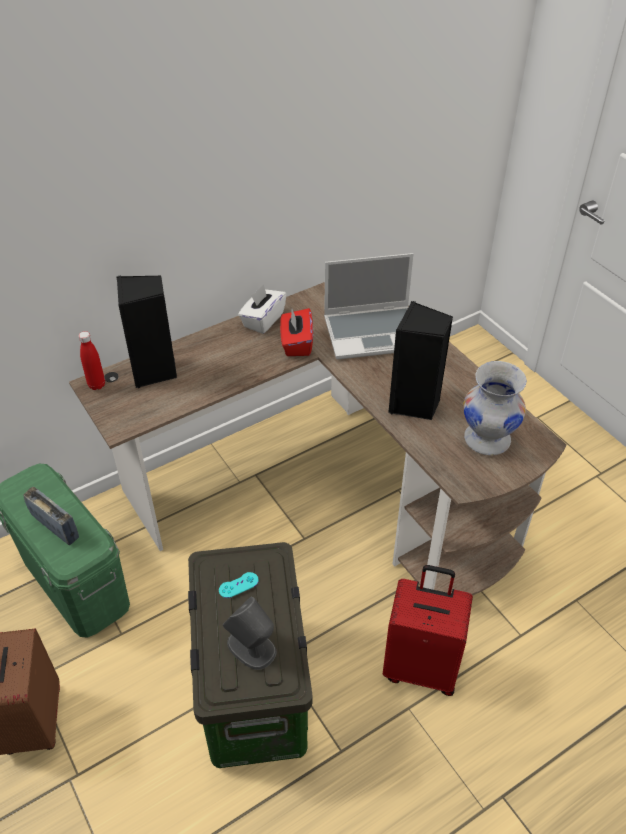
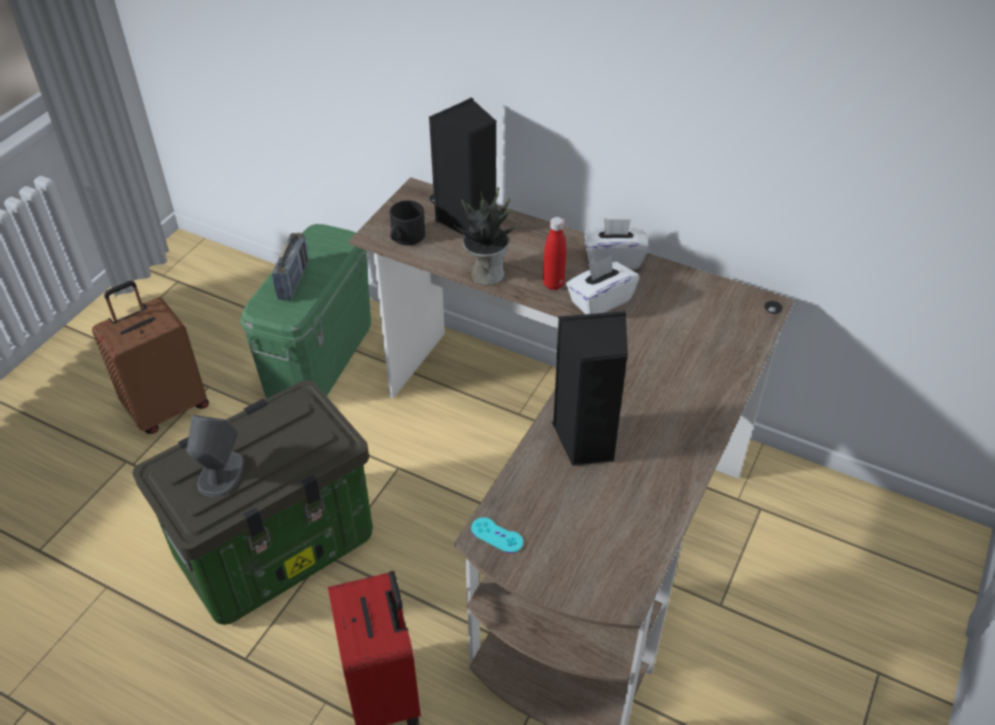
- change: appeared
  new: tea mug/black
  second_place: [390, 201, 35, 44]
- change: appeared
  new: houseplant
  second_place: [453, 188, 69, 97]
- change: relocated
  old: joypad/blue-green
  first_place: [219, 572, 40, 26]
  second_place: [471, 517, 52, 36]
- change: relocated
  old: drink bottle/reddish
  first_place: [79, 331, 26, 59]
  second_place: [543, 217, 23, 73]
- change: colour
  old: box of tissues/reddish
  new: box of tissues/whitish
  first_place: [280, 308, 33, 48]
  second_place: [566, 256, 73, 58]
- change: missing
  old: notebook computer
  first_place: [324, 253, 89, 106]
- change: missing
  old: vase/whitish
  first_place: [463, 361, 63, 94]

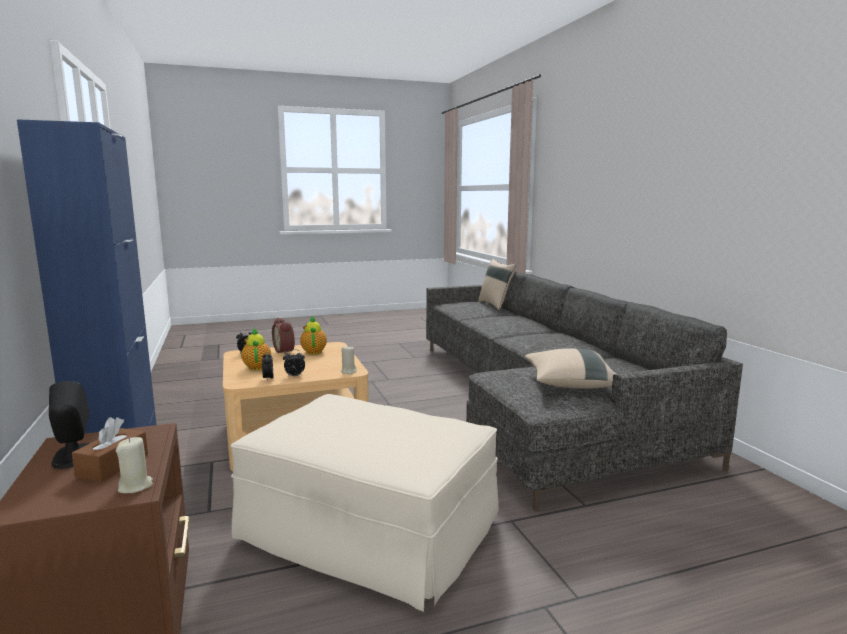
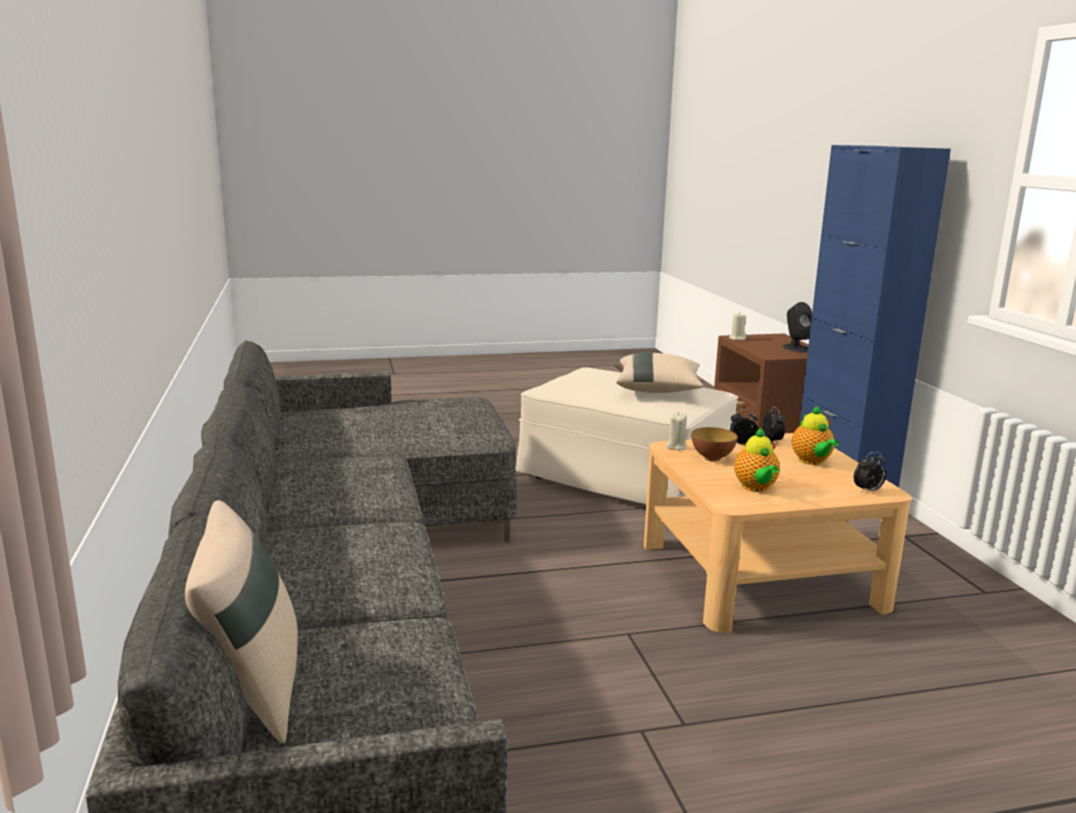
- change: relocated
  old: cushion/beige-coloured
  first_place: [525, 348, 91, 41]
  second_place: [616, 353, 88, 40]
- change: appeared
  new: serving bowl
  second_place: [692, 427, 46, 34]
- change: missing
  old: box of tissues/brown
  first_place: [72, 417, 76, 65]
- change: missing
  old: alarm clock
  first_place: [272, 318, 23, 36]

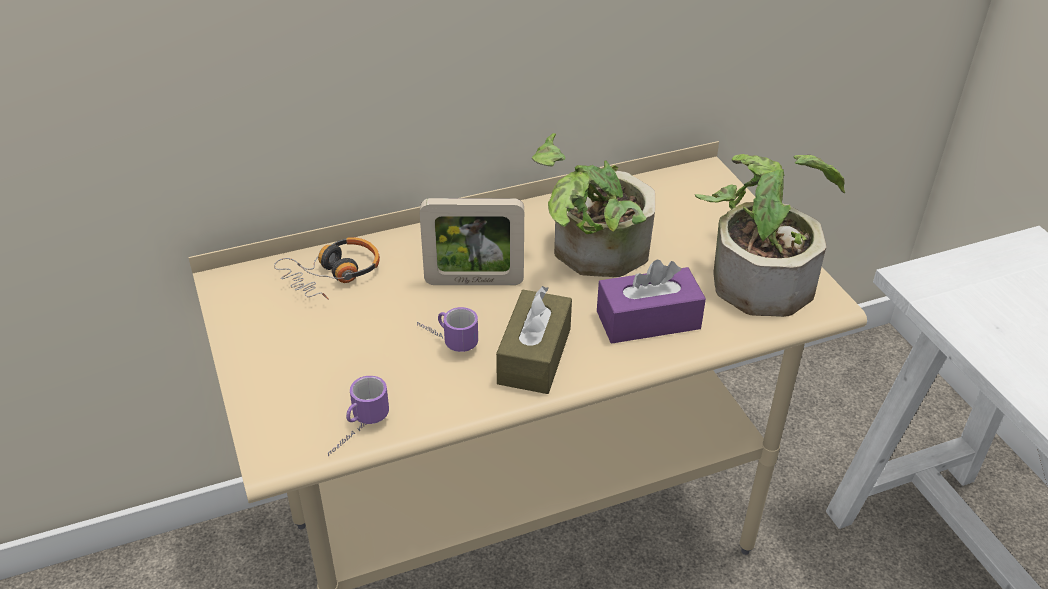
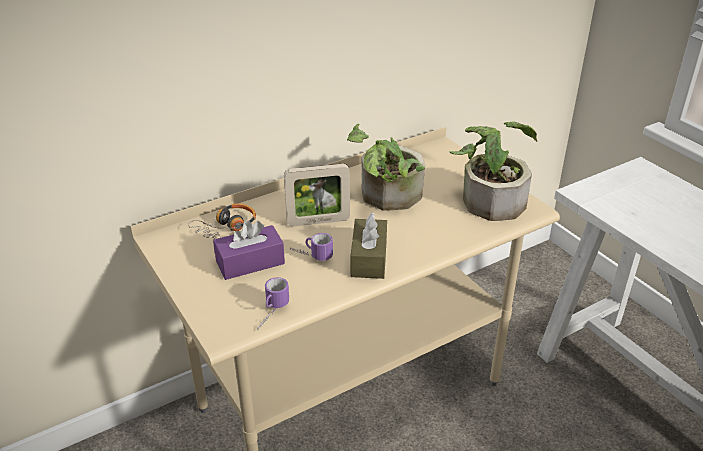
- change: relocated
  old: box of tissues/purple-coloured
  first_place: [597, 260, 109, 84]
  second_place: [213, 220, 72, 60]

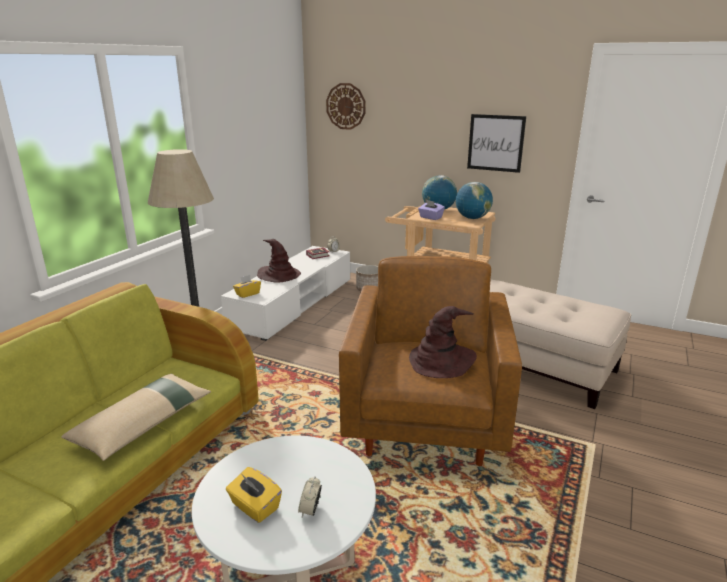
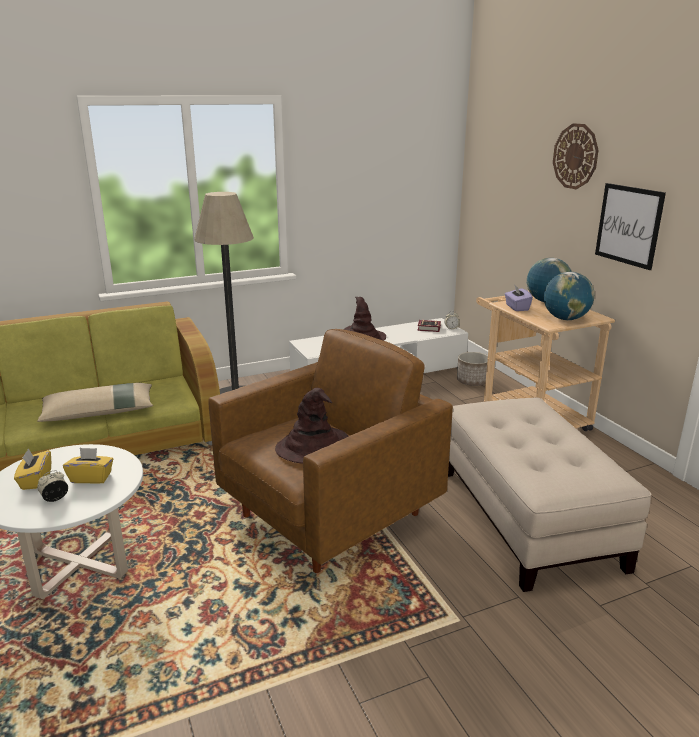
- change: relocated
  old: box of tissues/yellowish
  first_place: [233, 275, 28, 23]
  second_place: [63, 448, 50, 36]
- change: relocated
  old: clock on the wall
  first_place: [326, 83, 39, 47]
  second_place: [553, 123, 46, 66]

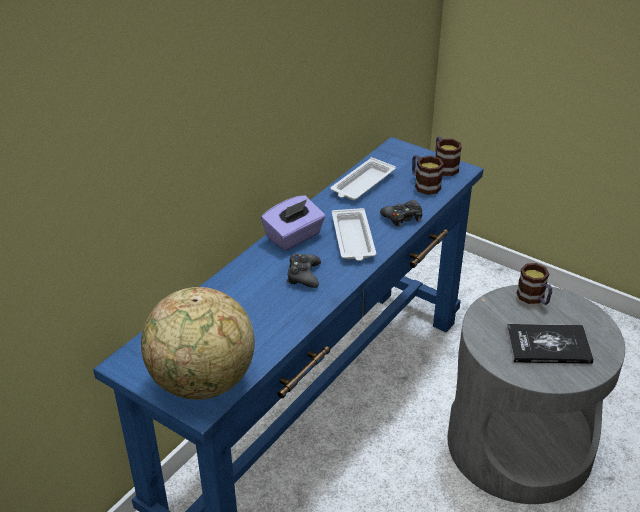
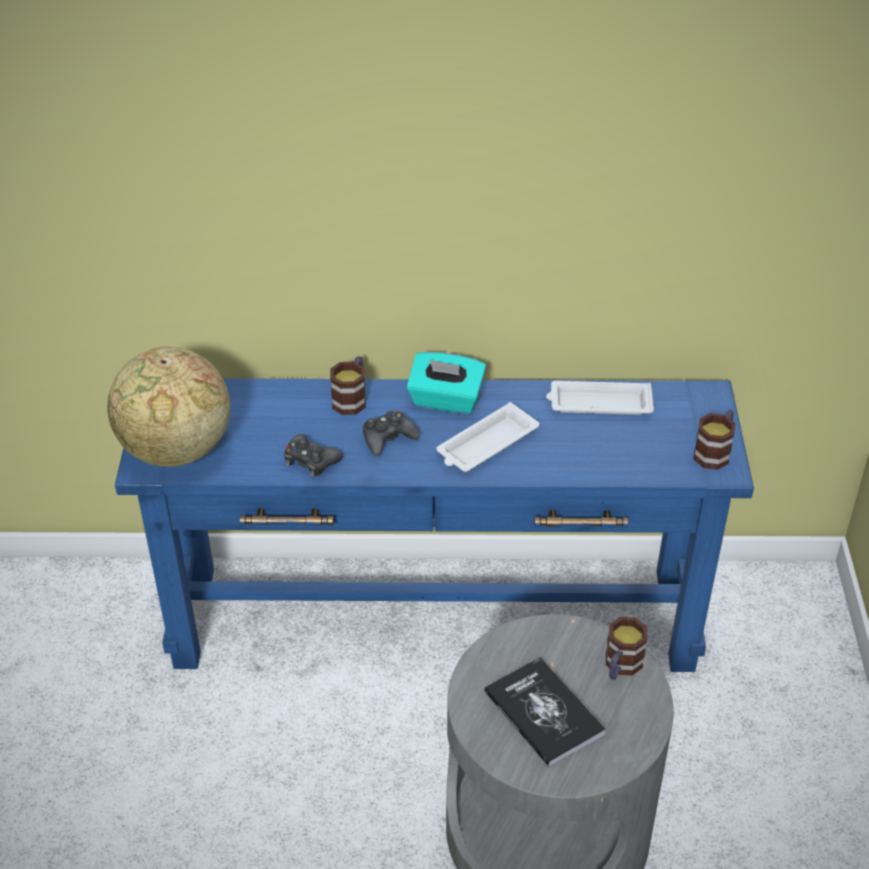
- change: relocated
  old: joypad/black
  first_place: [380, 200, 42, 27]
  second_place: [284, 434, 59, 43]
- change: relocated
  old: tea mug
  first_place: [412, 155, 32, 40]
  second_place: [330, 356, 36, 59]
- change: colour
  old: box of tissues/purple-coloured
  new: box of tissues/blue-green
  first_place: [261, 195, 64, 56]
  second_place: [407, 352, 79, 62]

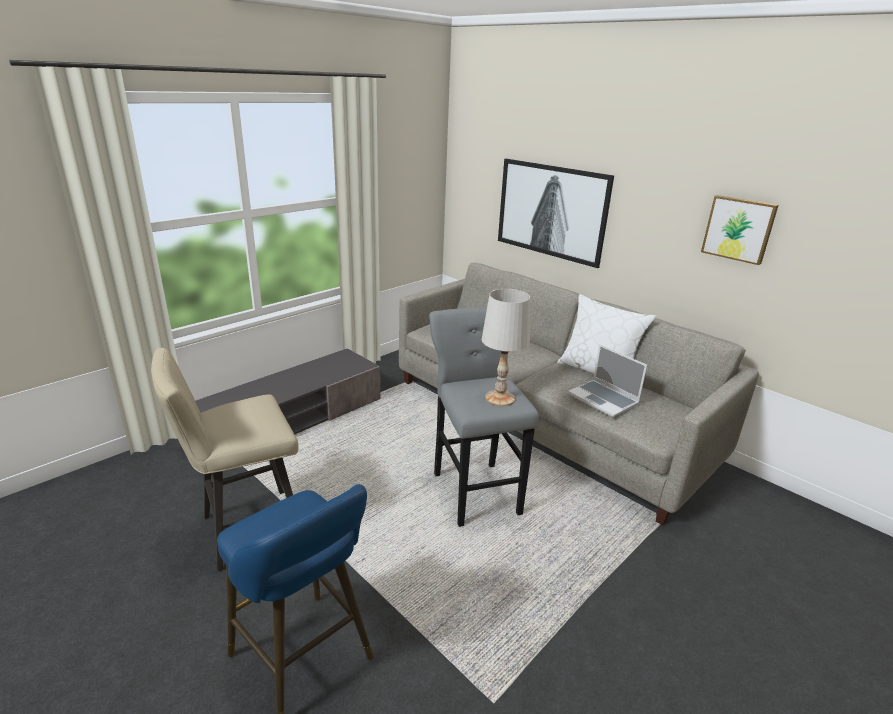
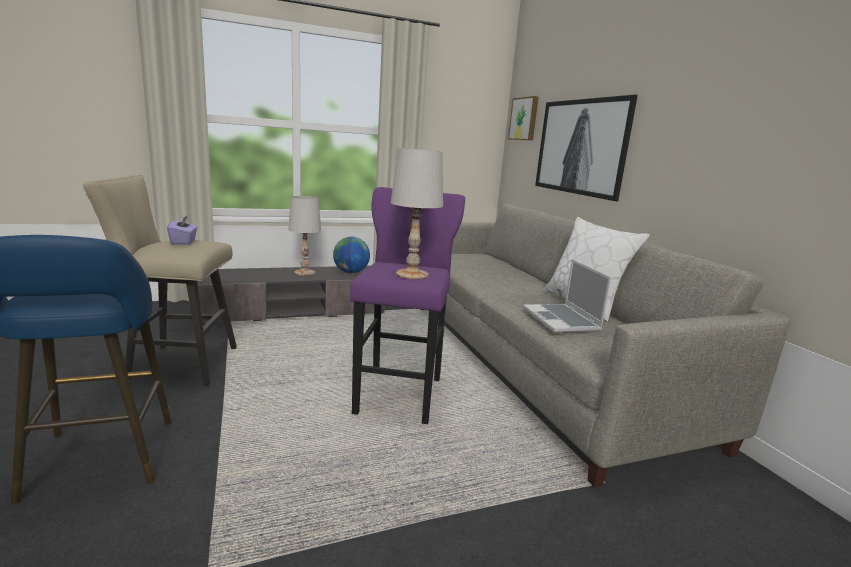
- change: appeared
  new: box of tissues/purple-coloured
  second_place: [167, 215, 30, 30]
- change: appeared
  new: table lamp/whitish
  second_place: [288, 196, 33, 80]
- change: appeared
  new: desk globe
  second_place: [333, 237, 37, 36]
- change: colour
  old: sitting stool/grey
  new: sitting stool/purple-coloured
  first_place: [429, 307, 110, 220]
  second_place: [350, 187, 115, 237]
- change: relocated
  old: picture
  first_place: [701, 195, 78, 70]
  second_place: [508, 96, 31, 45]

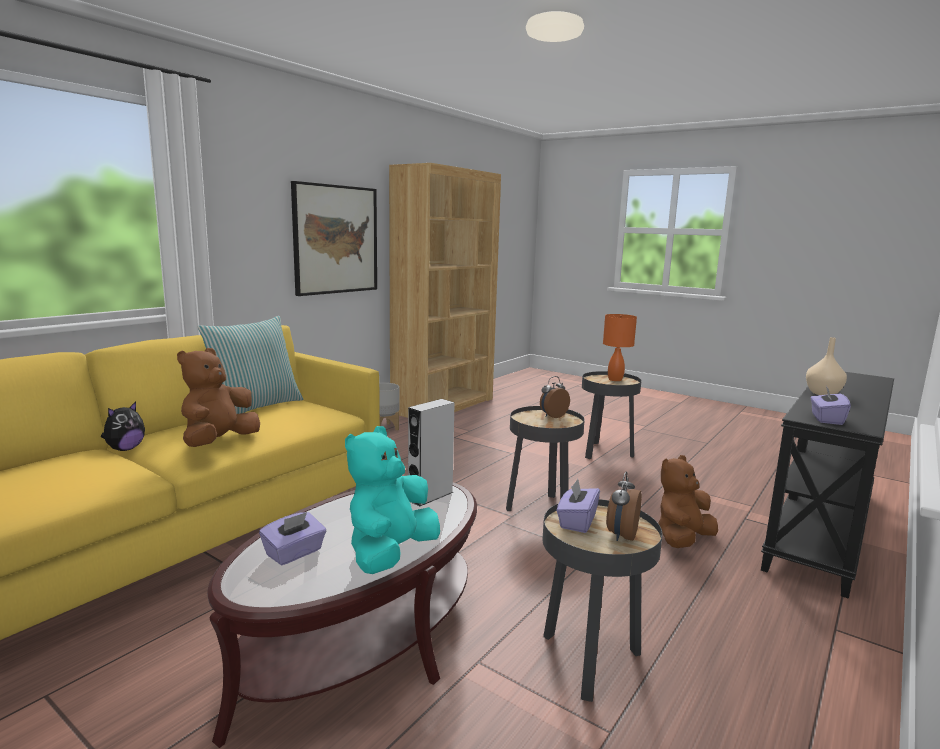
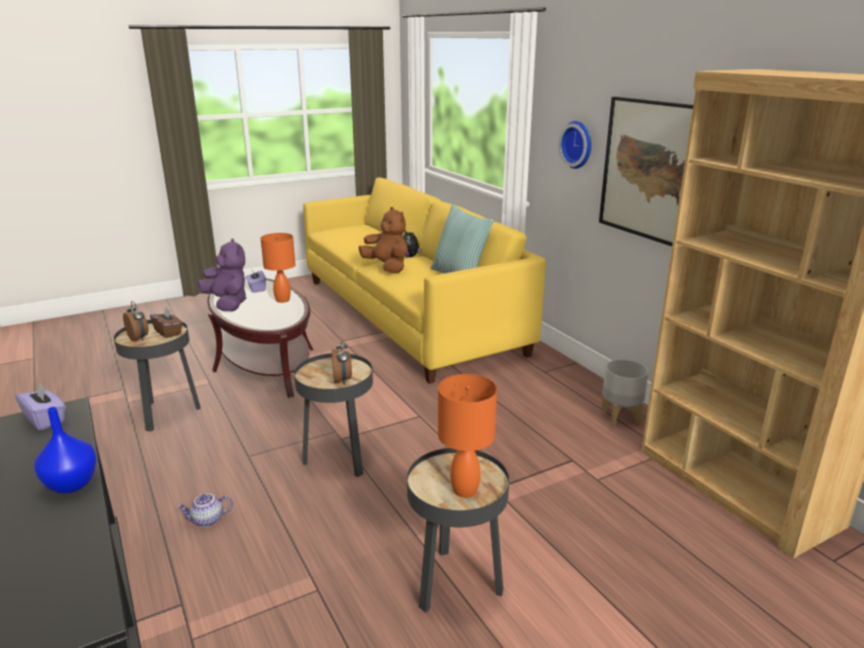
- change: colour
  old: vase/beige-coloured
  new: vase/blue-coloured
  first_place: [806, 337, 41, 58]
  second_place: [35, 407, 62, 86]
- change: colour
  old: box of tissues/purple-coloured
  new: box of tissues/brown
  first_place: [557, 479, 43, 54]
  second_place: [150, 307, 33, 31]
- change: exchanged
  old: plush toy/brown
  new: tea pot
  first_place: [658, 455, 60, 93]
  second_place: [177, 494, 56, 33]
- change: colour
  old: plush toy/blue-green
  new: plush toy/purple-coloured
  first_place: [345, 426, 95, 148]
  second_place: [198, 239, 48, 72]
- change: appeared
  new: table lamp/orange-coloured
  second_place: [261, 233, 34, 70]
- change: appeared
  new: clock on the wall
  second_place: [558, 121, 34, 48]
- change: missing
  old: loudspeaker/grey
  first_place: [408, 399, 47, 108]

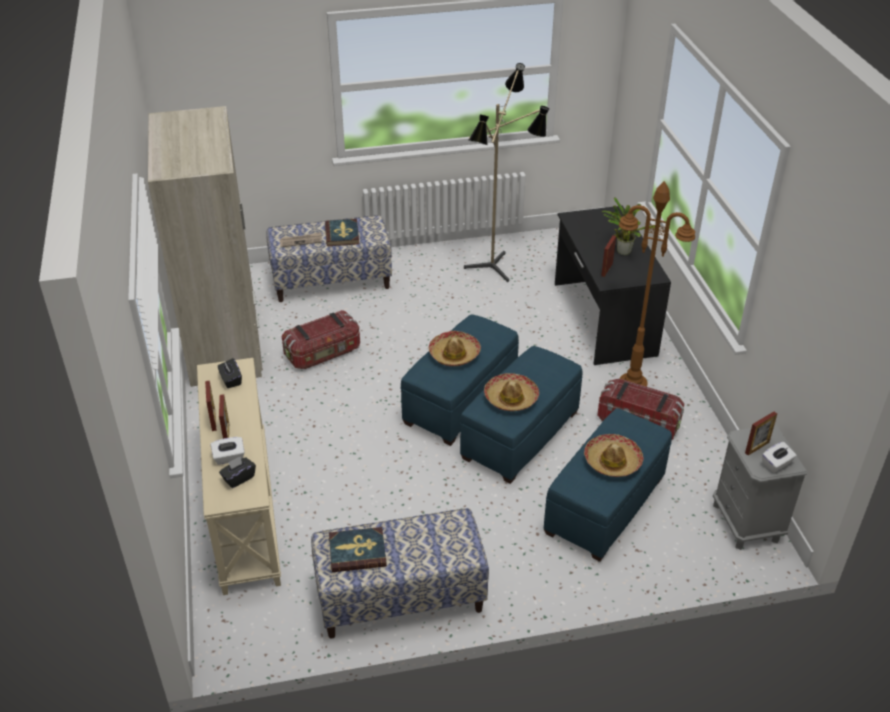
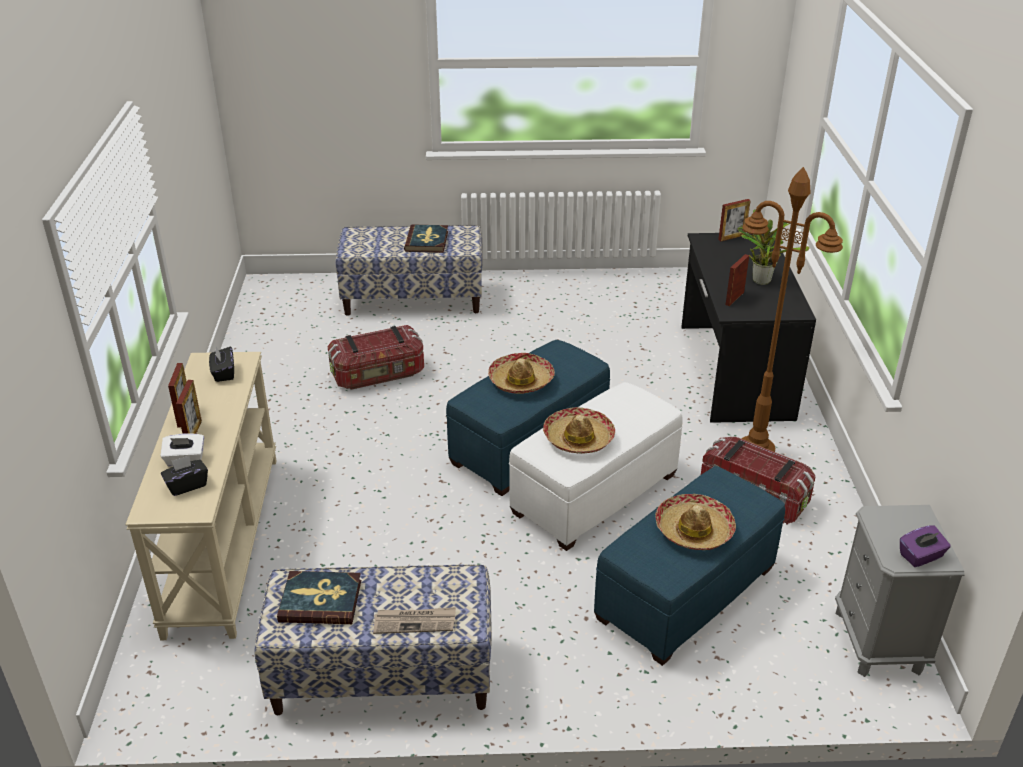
- change: relocated
  old: printed paper
  first_place: [280, 232, 42, 15]
  second_place: [373, 607, 83, 27]
- change: colour
  old: footrest/blue-coloured
  new: footrest/whitish
  first_place: [460, 346, 122, 138]
  second_place: [509, 382, 174, 169]
- change: relocated
  old: picture frame
  first_place: [745, 412, 32, 43]
  second_place: [718, 199, 33, 42]
- change: colour
  old: box of tissues/whitish
  new: box of tissues/purple-coloured
  first_place: [762, 442, 34, 31]
  second_place: [900, 525, 51, 42]
- change: missing
  old: wardrobe/beige-coloured
  first_place: [148, 106, 115, 281]
- change: missing
  old: standard lamp
  first_place: [464, 63, 85, 219]

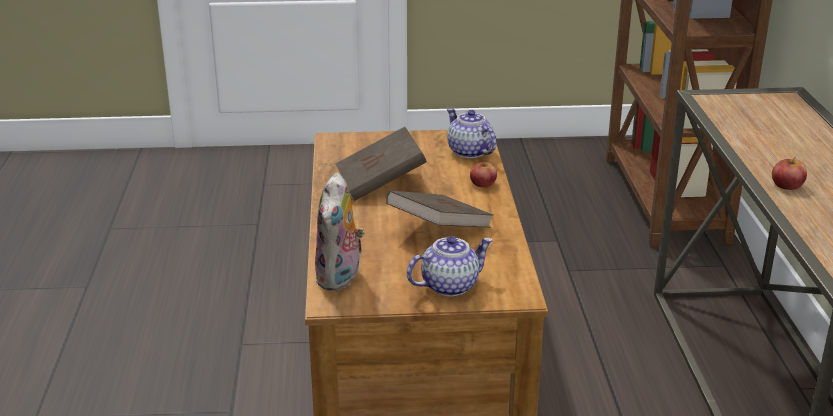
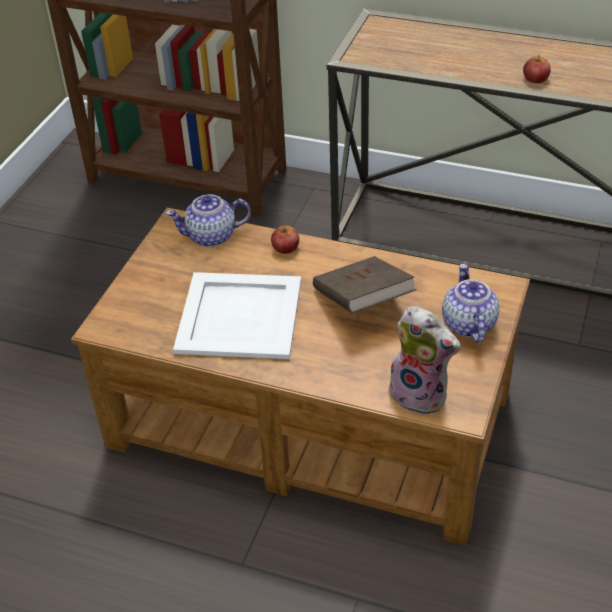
- change: exchanged
  old: book/brown
  new: serving tray/whitish
  first_place: [336, 127, 91, 74]
  second_place: [173, 272, 128, 87]

